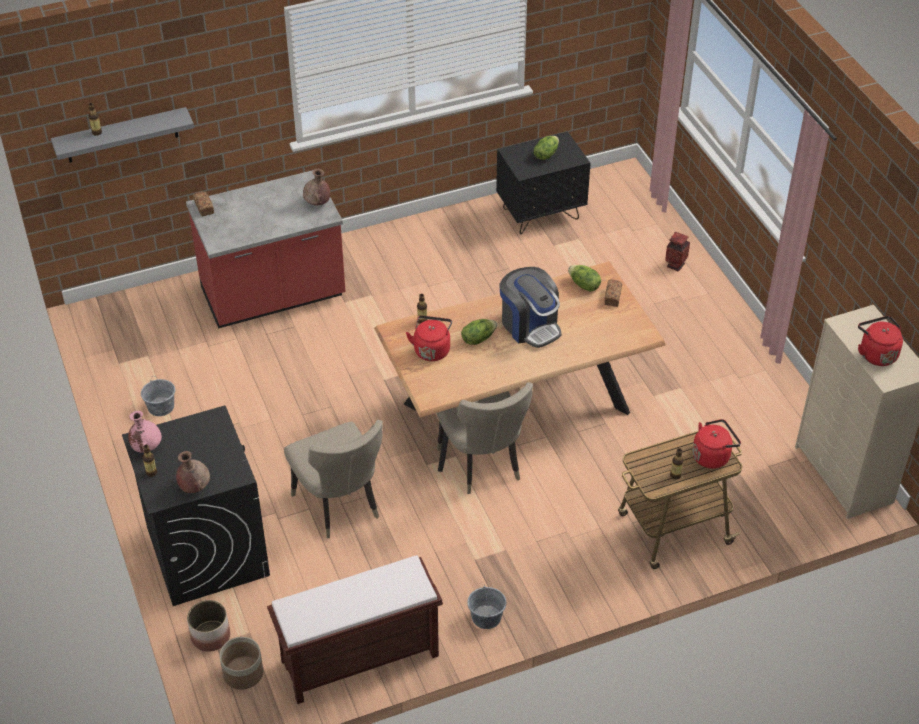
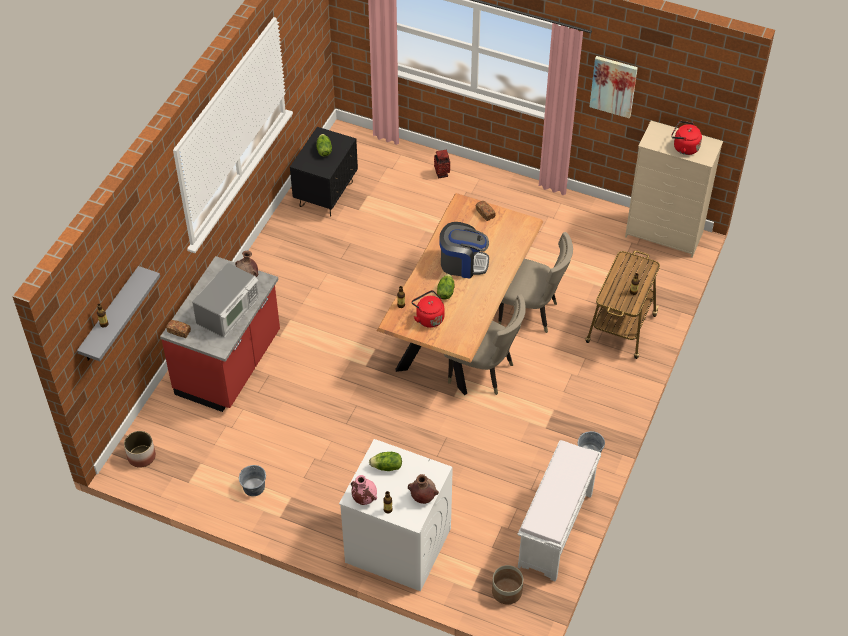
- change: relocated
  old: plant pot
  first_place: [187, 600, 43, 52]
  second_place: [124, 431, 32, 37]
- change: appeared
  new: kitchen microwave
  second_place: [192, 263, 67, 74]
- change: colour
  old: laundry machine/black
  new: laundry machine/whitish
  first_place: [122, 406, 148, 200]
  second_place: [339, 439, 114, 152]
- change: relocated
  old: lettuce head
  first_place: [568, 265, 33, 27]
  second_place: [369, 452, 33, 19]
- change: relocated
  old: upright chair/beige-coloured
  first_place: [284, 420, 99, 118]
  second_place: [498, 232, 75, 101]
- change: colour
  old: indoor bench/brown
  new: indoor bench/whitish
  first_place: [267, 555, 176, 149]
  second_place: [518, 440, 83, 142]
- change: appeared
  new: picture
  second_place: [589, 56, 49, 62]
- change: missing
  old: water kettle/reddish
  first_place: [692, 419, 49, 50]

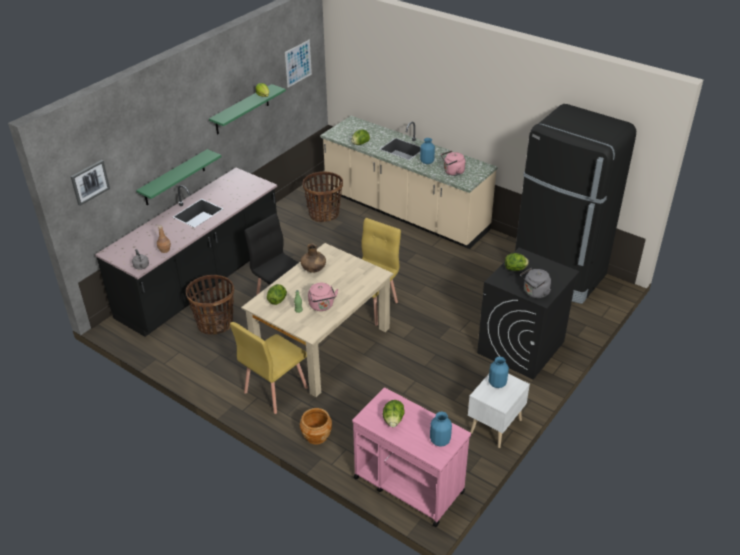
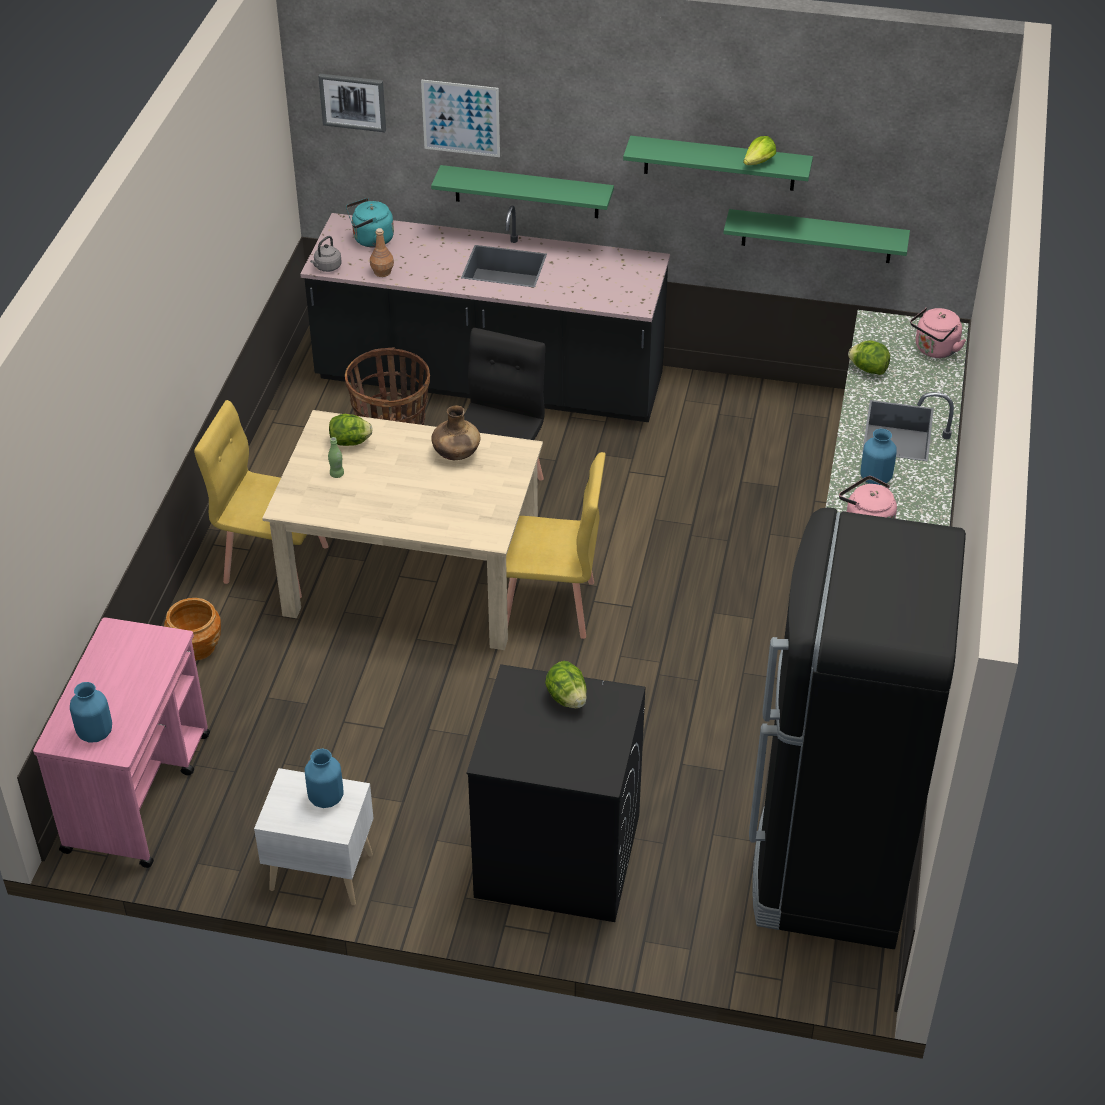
- change: appeared
  new: water kettle/blue-green
  second_place: [346, 198, 48, 49]
- change: relocated
  old: picture
  first_place: [285, 40, 27, 48]
  second_place: [421, 79, 79, 78]
- change: appeared
  new: bracket shelf/greenish
  second_place: [723, 209, 187, 54]
- change: relocated
  old: water kettle/pink-coloured
  first_place: [308, 283, 30, 28]
  second_place: [910, 308, 56, 50]
- change: missing
  old: storage basket
  first_place: [303, 172, 40, 50]
- change: missing
  old: lettuce head
  first_place: [383, 400, 22, 27]
- change: missing
  old: water kettle/grey
  first_place: [520, 268, 31, 30]

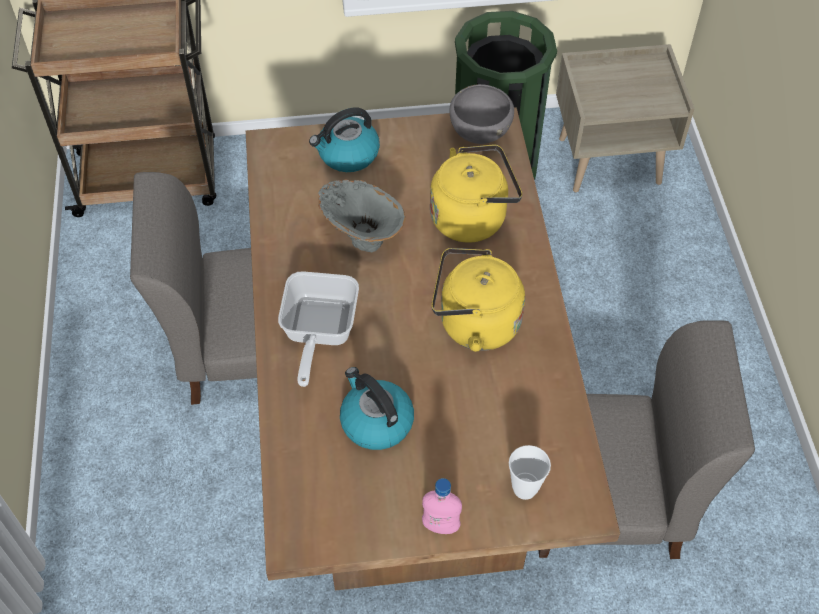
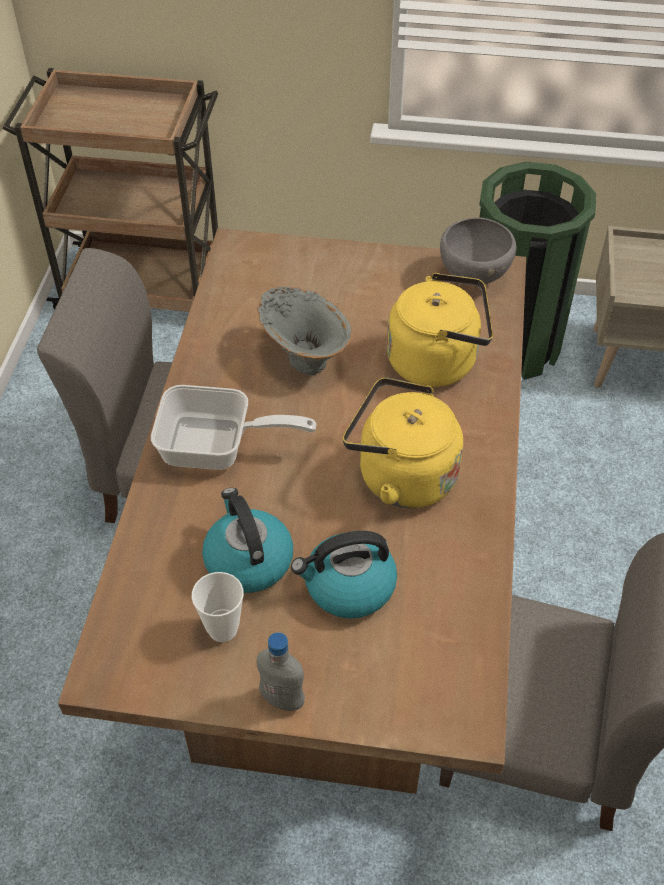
- change: spun
  old: pan
  first_place: [278, 271, 81, 116]
  second_place: [151, 385, 165, 85]
  degrees: -105
- change: relocated
  old: drinking cup
  first_place: [509, 445, 42, 55]
  second_place: [192, 572, 52, 70]
- change: colour
  old: drink bottle/pink-coloured
  new: drink bottle/grey
  first_place: [422, 478, 40, 56]
  second_place: [257, 632, 48, 79]
- change: relocated
  old: water kettle
  first_place: [309, 108, 71, 64]
  second_place: [291, 531, 106, 88]

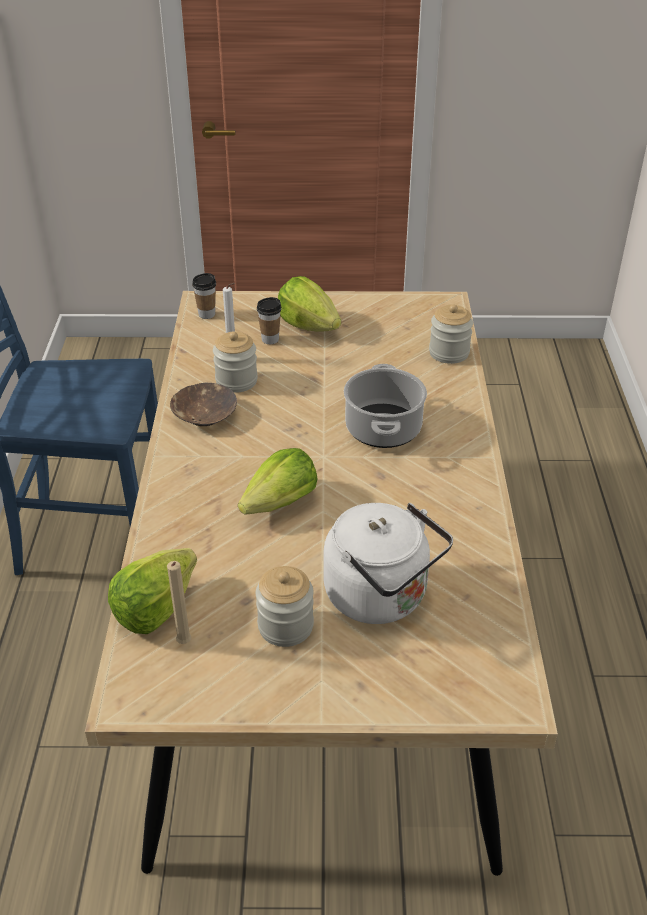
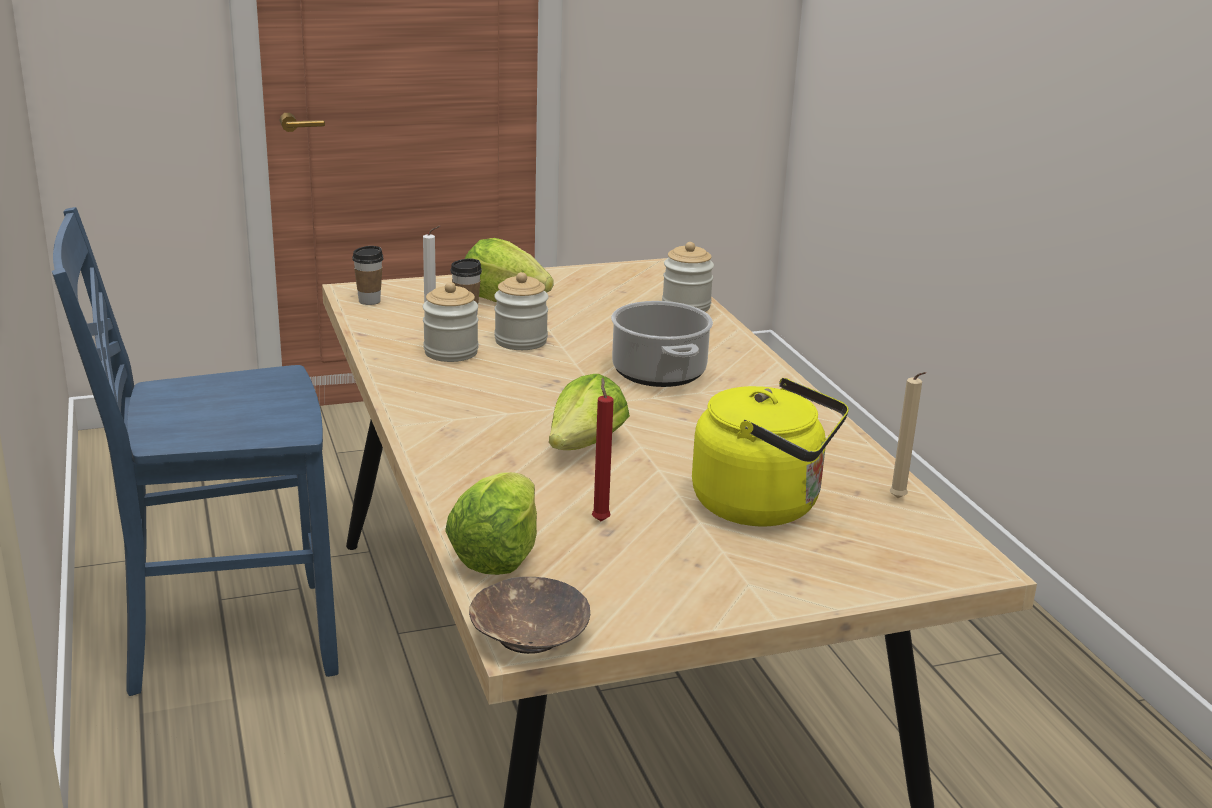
- change: relocated
  old: serving bowl/brown
  first_place: [170, 383, 67, 43]
  second_place: [469, 577, 121, 77]
- change: relocated
  old: jar
  first_place: [256, 566, 58, 81]
  second_place: [494, 272, 55, 78]
- change: appeared
  new: candle/reddish
  second_place: [592, 378, 22, 143]
- change: colour
  old: water kettle/whitish
  new: water kettle/yellowish
  first_place: [323, 503, 130, 121]
  second_place: [692, 378, 157, 148]
- change: relocated
  old: candle/beige-coloured
  first_place: [167, 561, 24, 83]
  second_place: [890, 372, 36, 126]

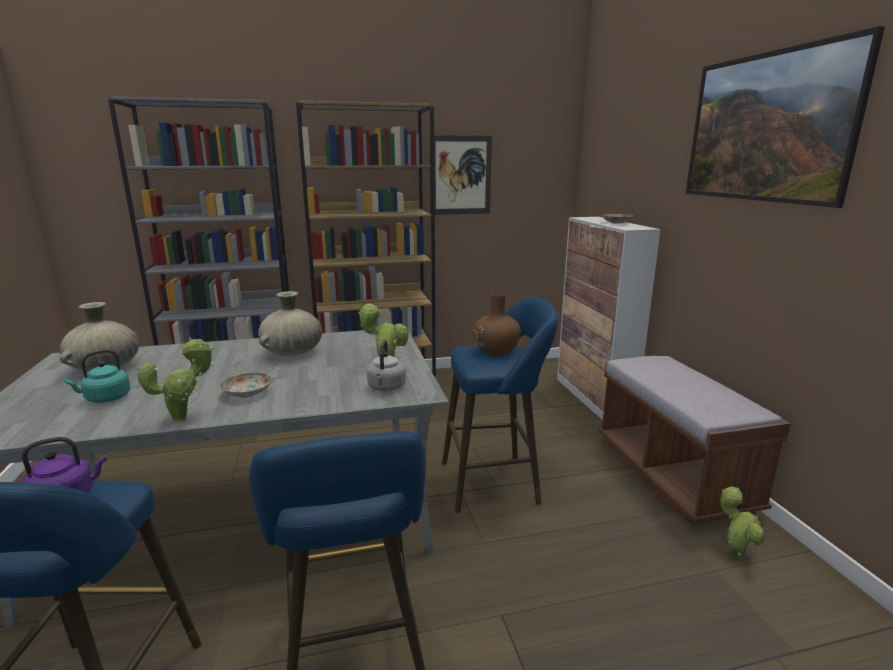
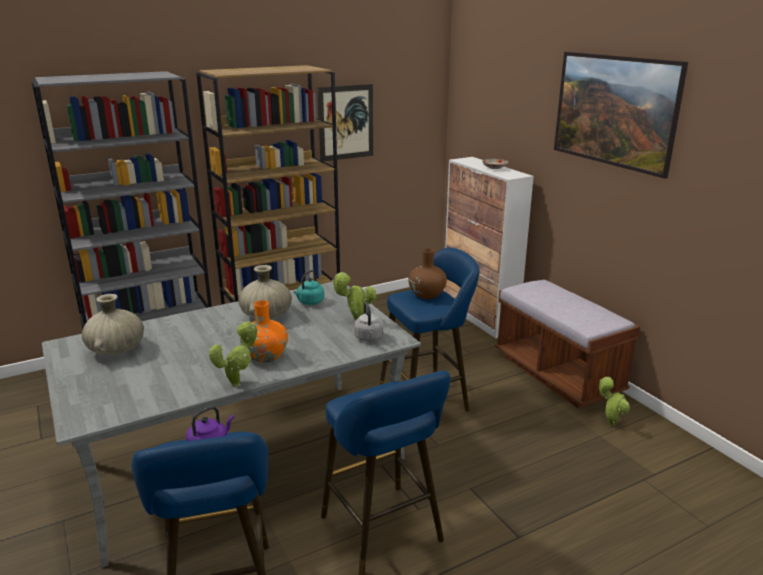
- change: exchanged
  old: plate
  new: vase/orange-coloured
  first_place: [220, 373, 51, 25]
  second_place: [240, 300, 48, 63]
- change: relocated
  old: water kettle/blue-green
  first_place: [64, 349, 66, 54]
  second_place: [294, 270, 30, 35]

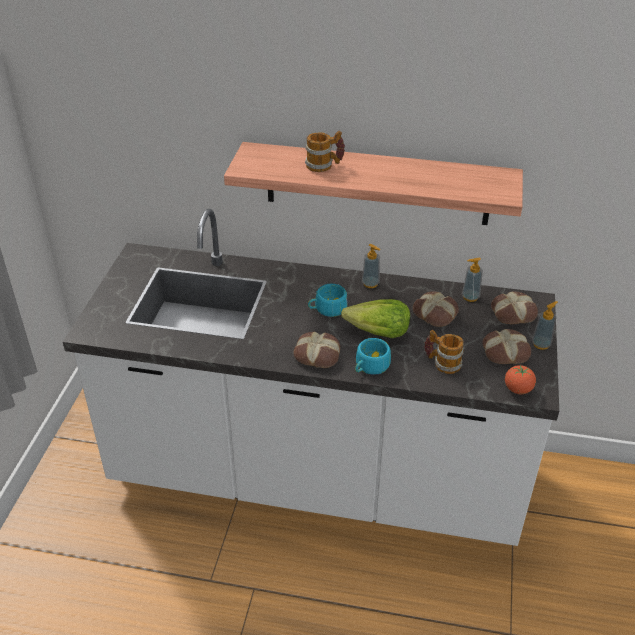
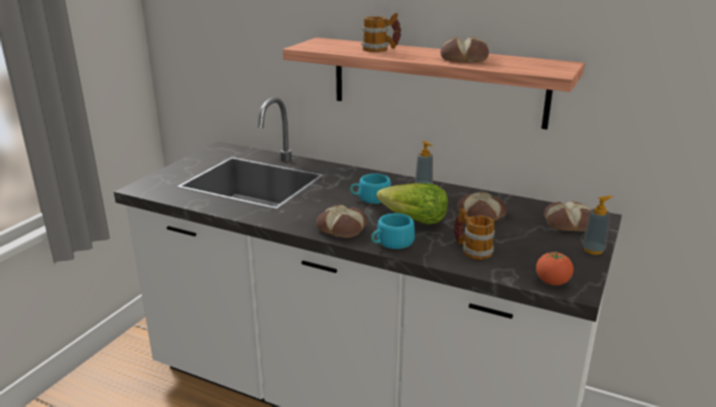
- change: relocated
  old: bread
  first_place: [482, 329, 49, 35]
  second_place: [440, 37, 49, 25]
- change: missing
  old: soap bottle
  first_place: [462, 258, 21, 44]

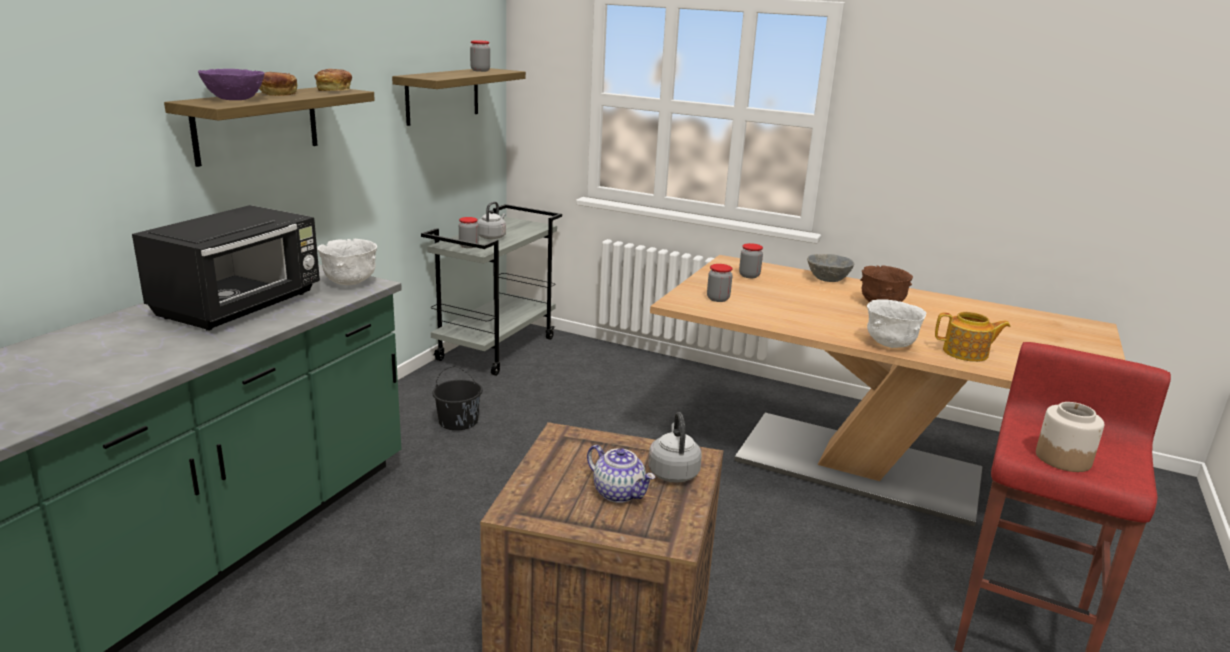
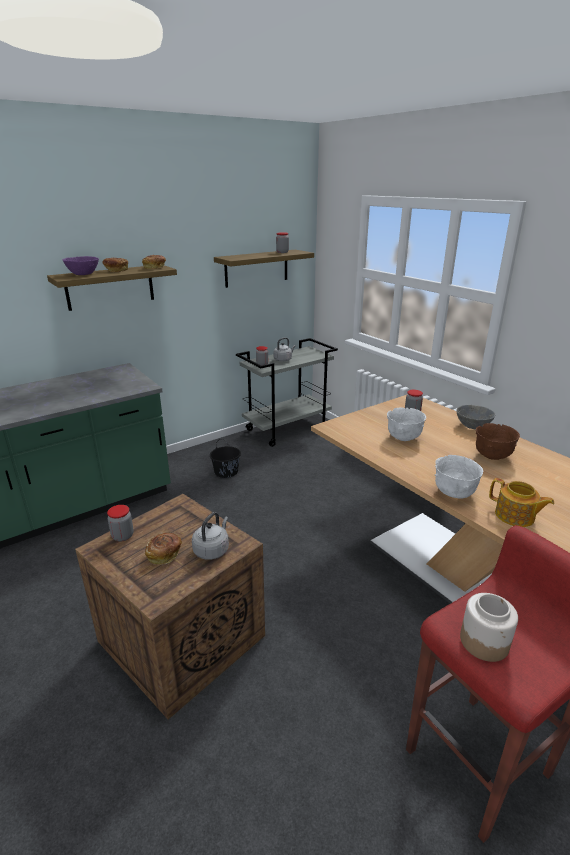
- change: relocated
  old: jar
  first_place: [707, 264, 26, 38]
  second_place: [107, 505, 27, 36]
- change: exchanged
  old: tea pot
  new: bread
  first_place: [587, 445, 68, 58]
  second_place: [145, 533, 37, 32]
- change: relocated
  old: serving bowl/whitish
  first_place: [317, 239, 60, 46]
  second_place: [387, 407, 39, 34]
- change: missing
  old: kitchen microwave/black
  first_place: [132, 205, 188, 126]

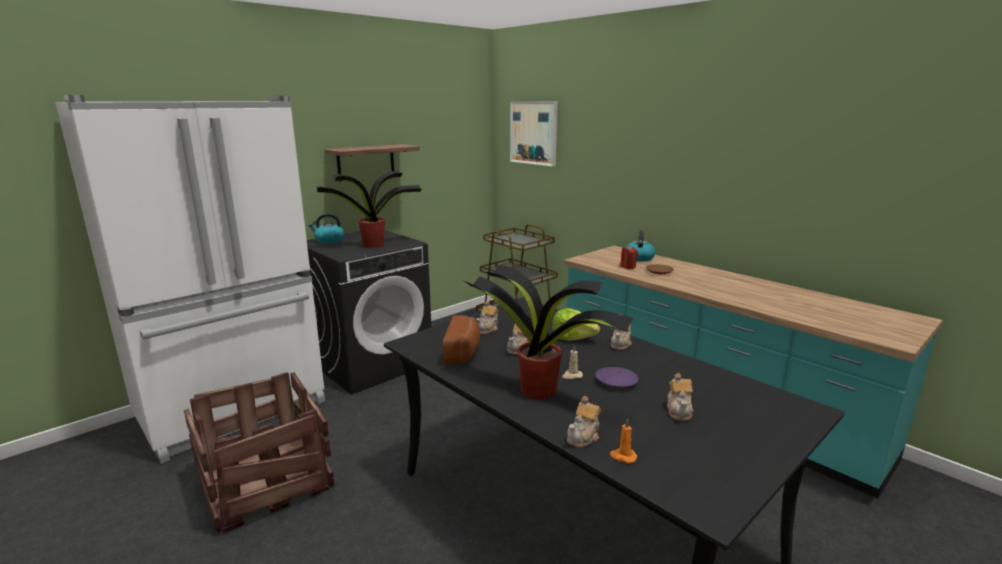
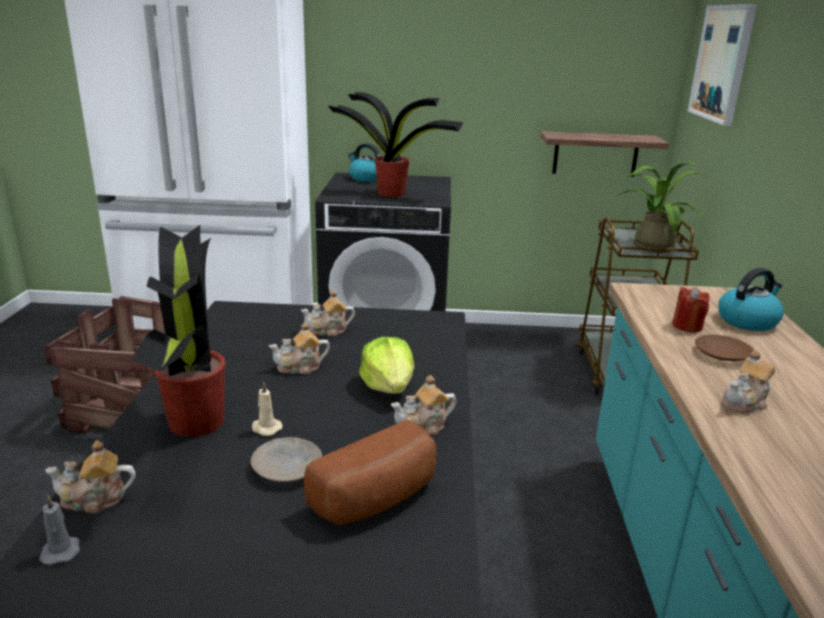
- change: colour
  old: candle/orange-coloured
  new: candle/grey
  first_place: [610, 419, 27, 44]
  second_place: [39, 495, 41, 70]
- change: colour
  old: plate/purple-coloured
  new: plate/beige-coloured
  first_place: [595, 367, 44, 21]
  second_place: [251, 437, 71, 45]
- change: relocated
  old: bread
  first_place: [443, 315, 37, 49]
  second_place: [304, 420, 133, 105]
- change: relocated
  old: bracket shelf
  first_place: [324, 144, 96, 38]
  second_place: [541, 131, 128, 46]
- change: appeared
  new: houseplant
  second_place: [616, 162, 94, 91]
- change: relocated
  old: tea pot
  first_place: [667, 373, 26, 48]
  second_place: [722, 350, 53, 63]

